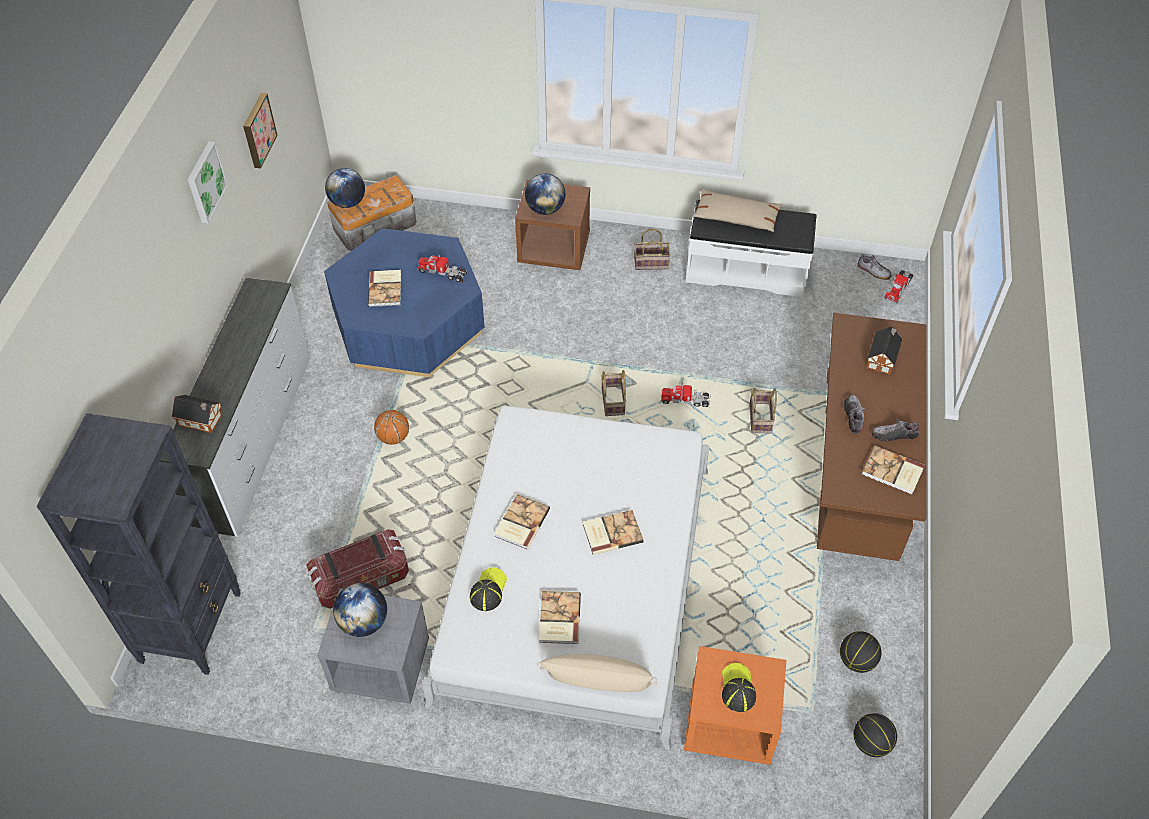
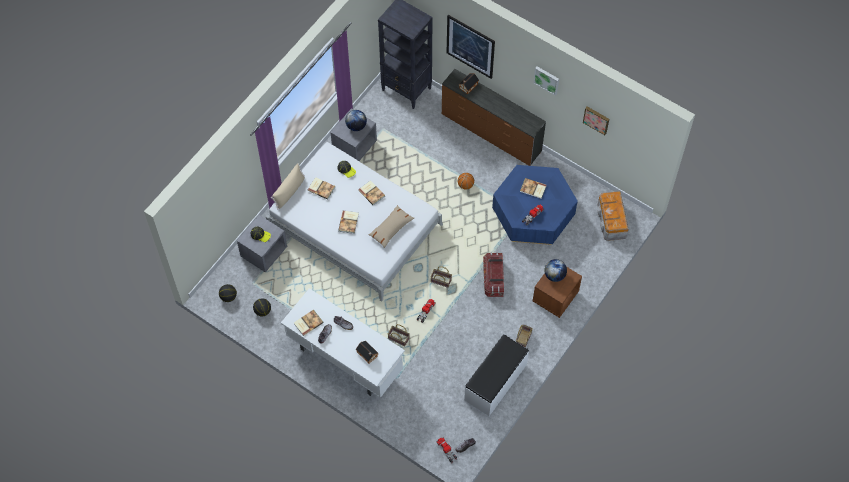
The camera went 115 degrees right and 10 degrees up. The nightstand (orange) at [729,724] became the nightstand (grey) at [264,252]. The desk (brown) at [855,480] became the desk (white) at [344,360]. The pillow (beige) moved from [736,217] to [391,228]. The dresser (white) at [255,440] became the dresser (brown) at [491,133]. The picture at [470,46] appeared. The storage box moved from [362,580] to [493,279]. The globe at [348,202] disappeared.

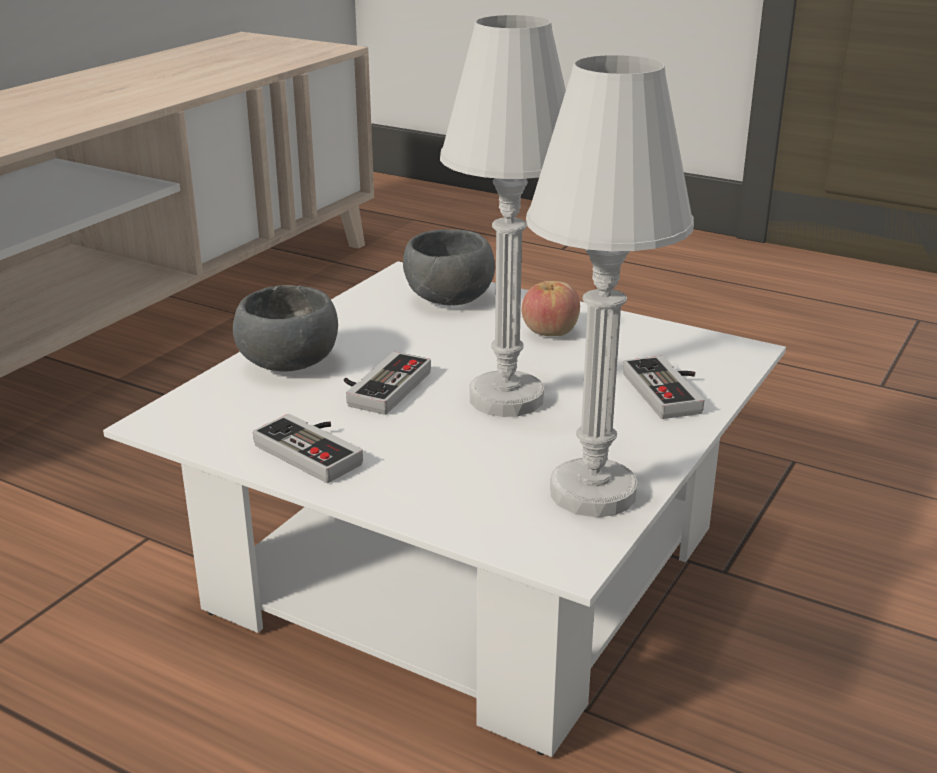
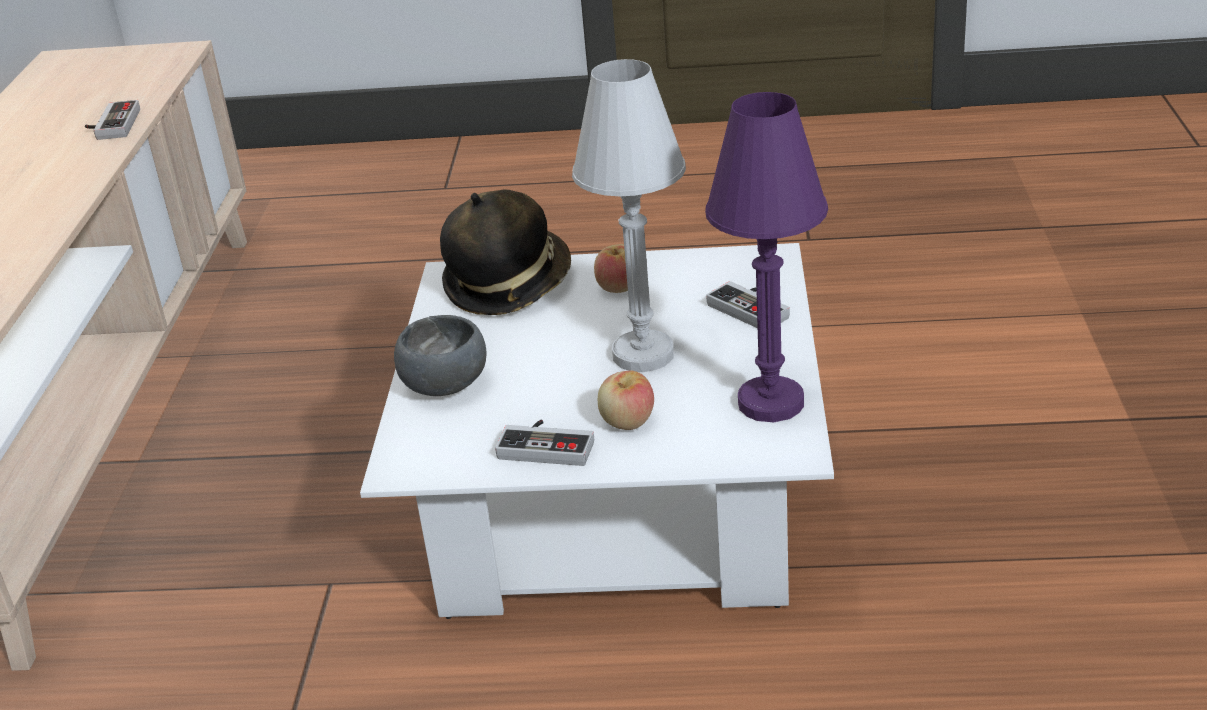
The camera went 25 degrees left and 5 degrees up. The game controller moved from [380,387] to [111,125]. The bowl (grey) at [446,298] was replaced by the hat at [508,285]. The apple at [627,422] appeared. The table lamp (white) at [592,492] became the table lamp (purple) at [770,403].

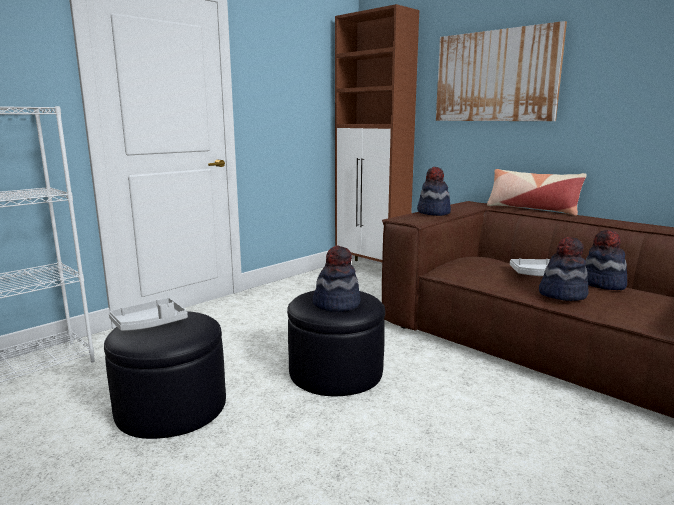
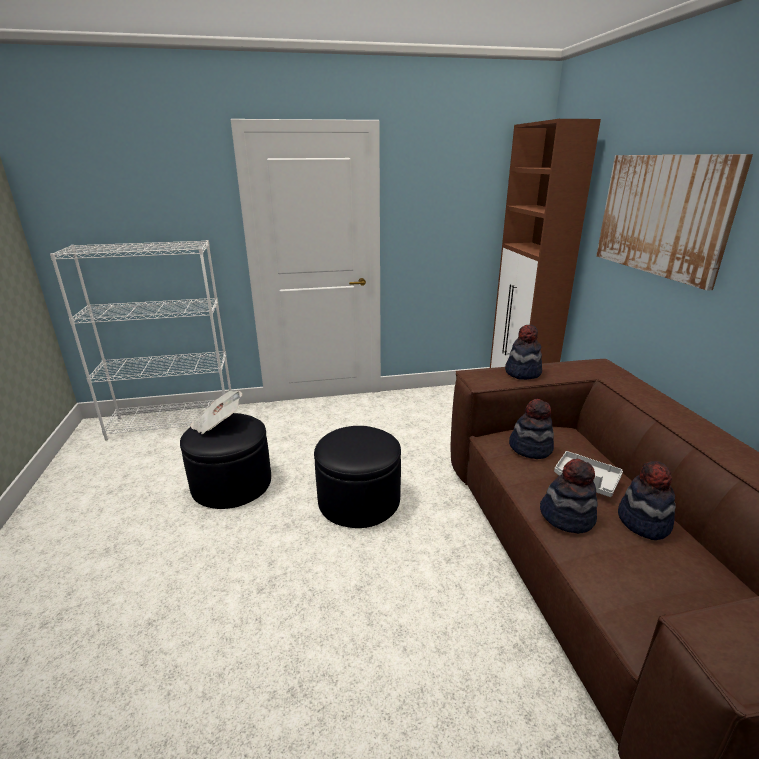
The camera went 35 degrees right and 10 degrees up. The tray (grey) at [150,324] was replaced by the newspaper at [218,424]. The hat moved from [336,304] to [530,448]. The pillow at [531,209] disappeared.

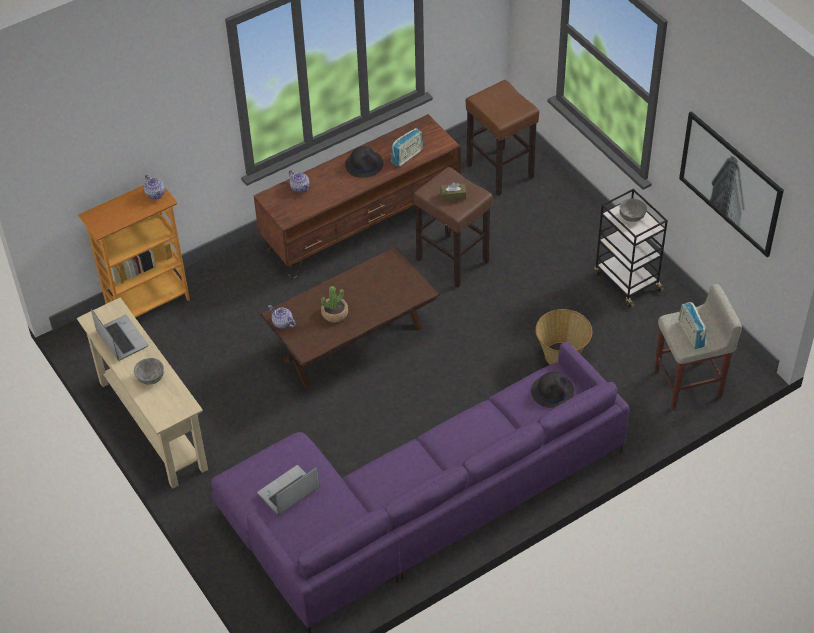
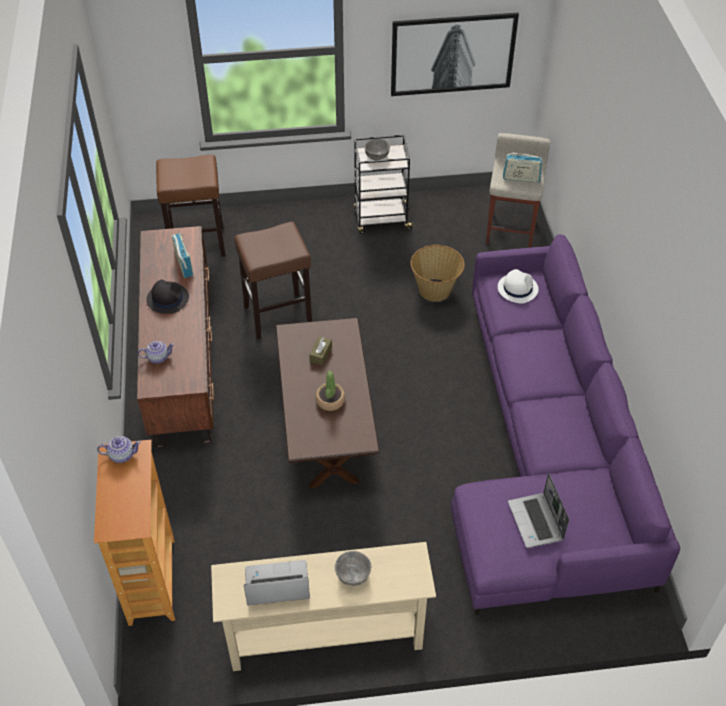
The camera went 65 degrees left and 0 degrees up. The tissue box (brown) moved from [453,196] to [321,354]. The hat (black) at [552,391] became the hat (white) at [517,288]. The teapot at [282,323] disappeared.

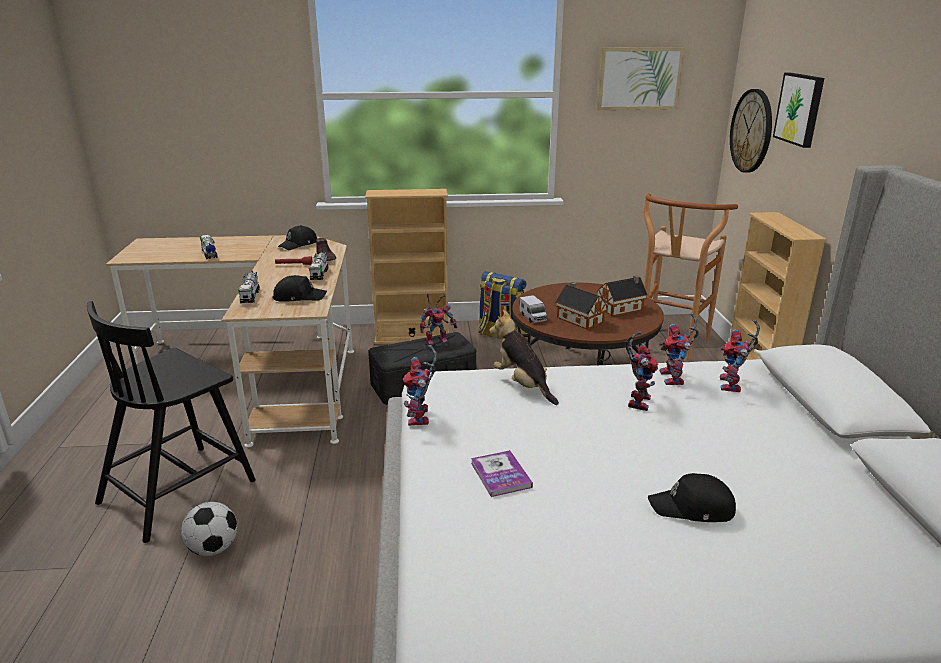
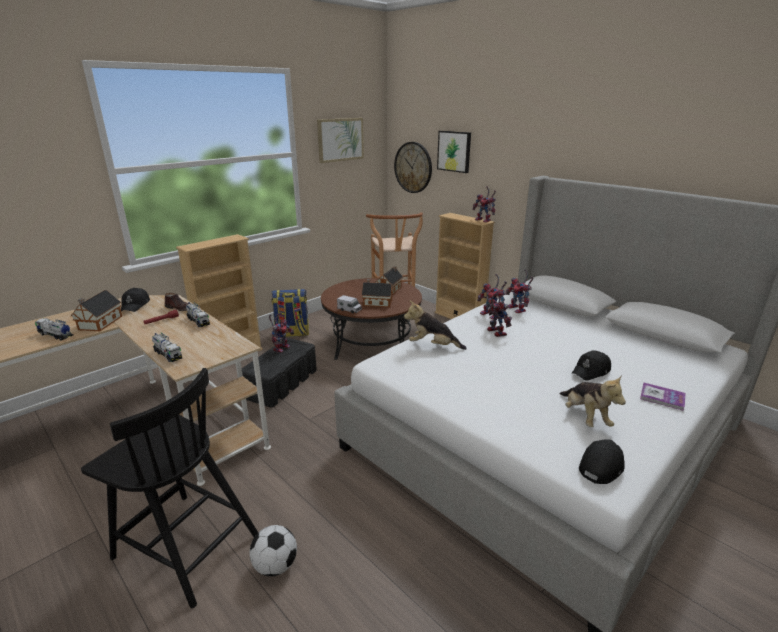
The camera went 40 degrees left and 0 degrees up. The toy house at [99,323] appeared. The chair (black) at [180,490] turned 60 degrees counterclockwise. The toy robot moved from [421,418] to [484,220]. The plush toy at [585,417] appeared. The cap (black) moved from [299,297] to [601,465]. The book moved from [500,475] to [662,397].

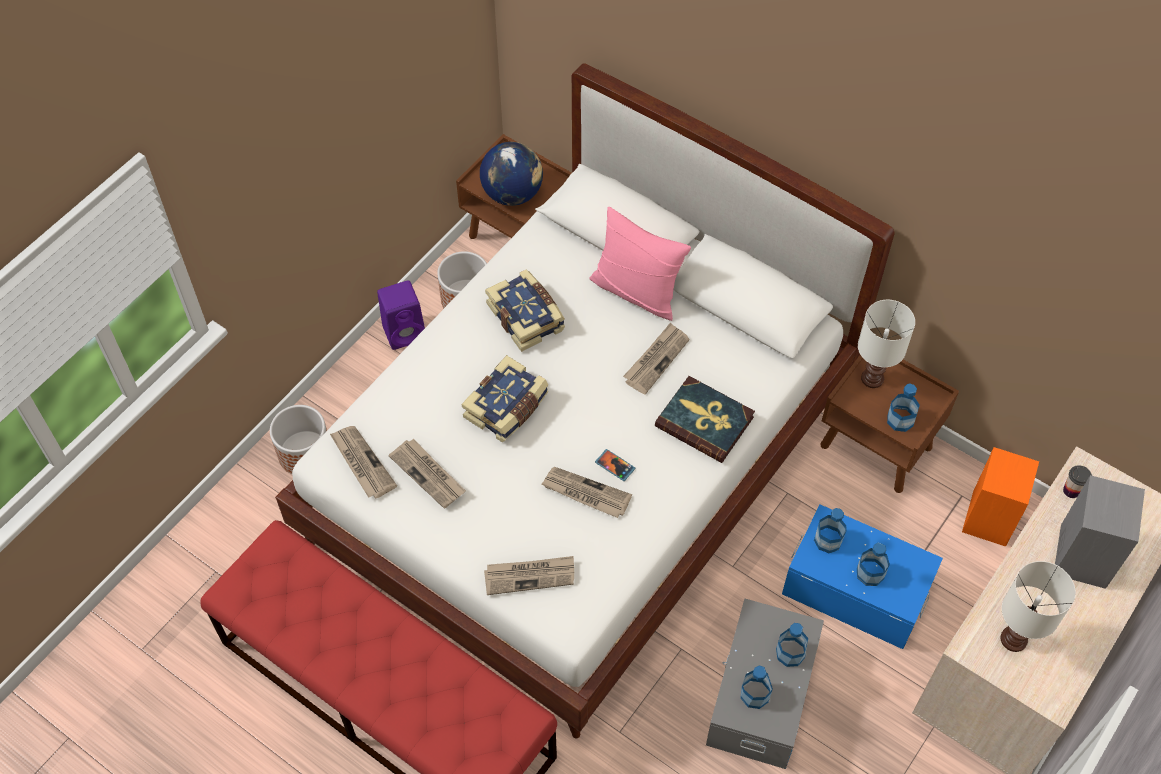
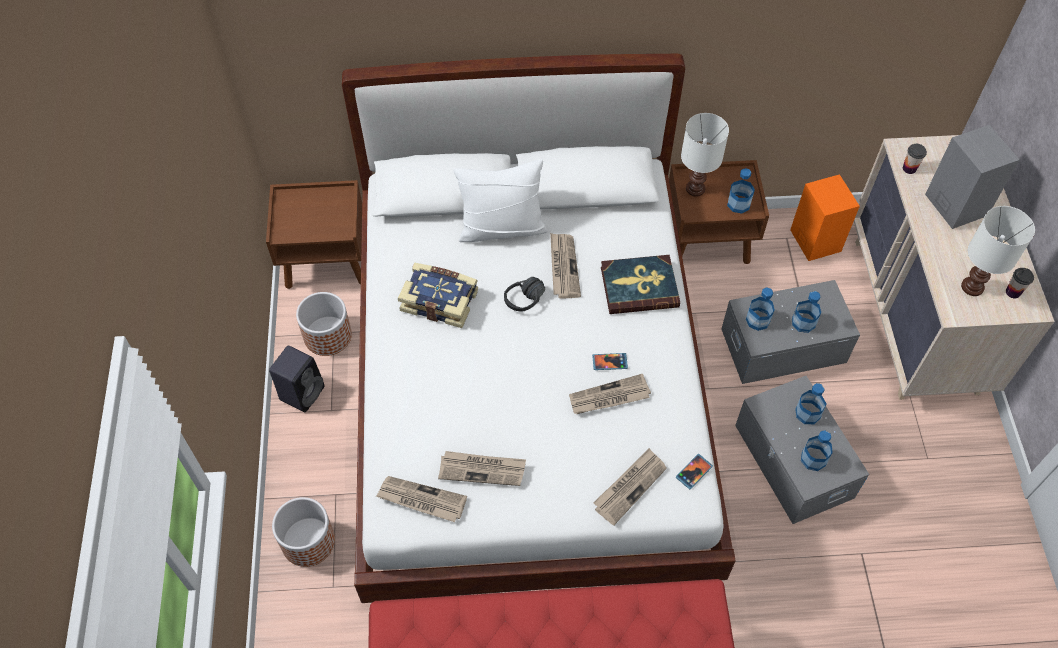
The camera went 40 degrees left and 0 degrees up. The speaker (purple) at [406,332] became the speaker (black) at [302,392]. The pillow (pink) at [636,291] became the pillow (white) at [502,228]. The headphones (black) at [529,303] appeared. The phone at [694,472] appeared. The storage box (blue) at [856,588] became the storage box (grey) at [782,344]. The cup at [1013,292] appeared. The book at [507,407] disappeared. The globe at [512,193] disappeared.

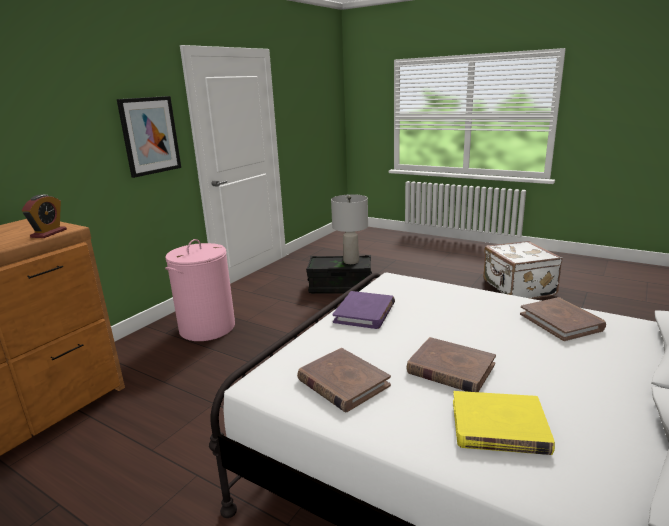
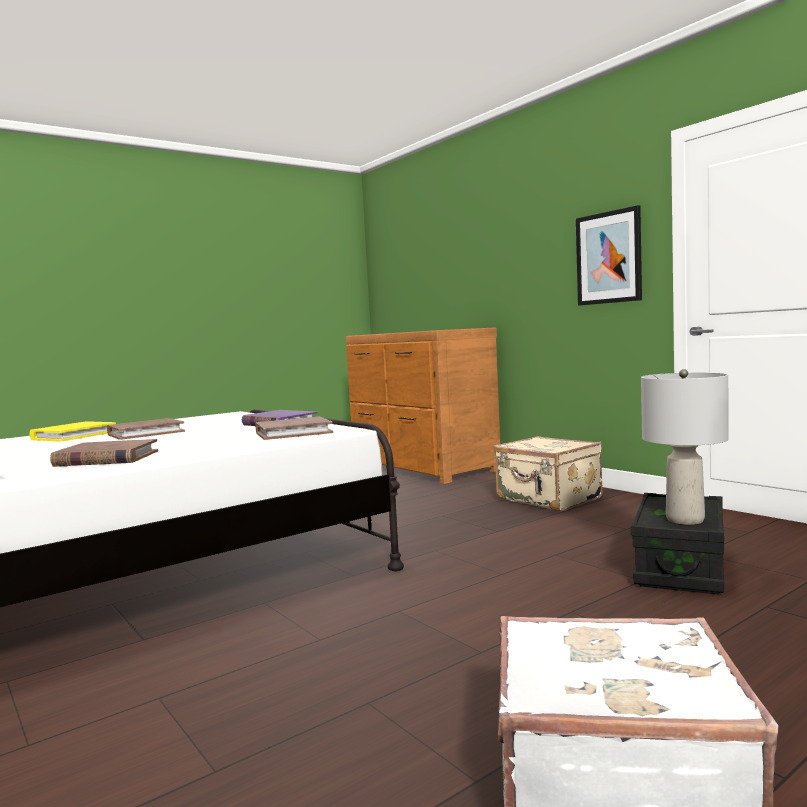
The camera went 110 degrees right and 15 degrees down. The book (brown) moved from [342,383] to [293,432]. The laundry basket (pink) at [207,328] was replaced by the suitcase (beige) at [548,499]. The alarm clock at [49,233] disappeared.

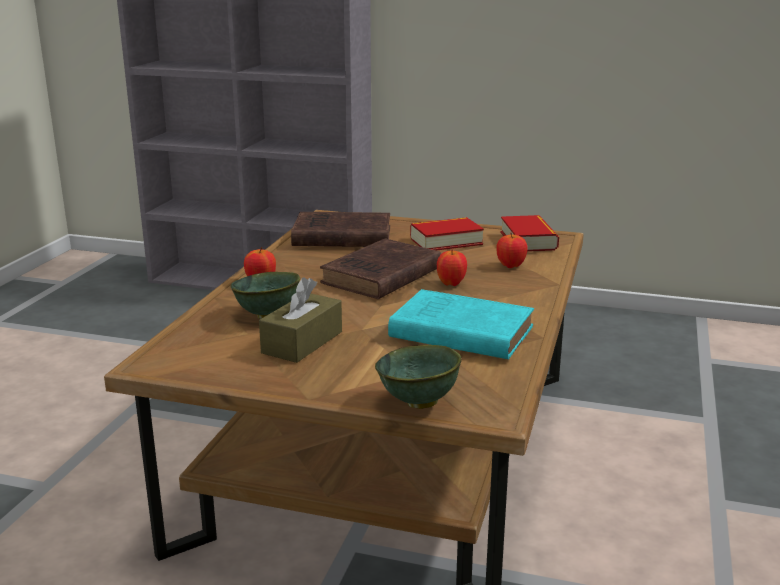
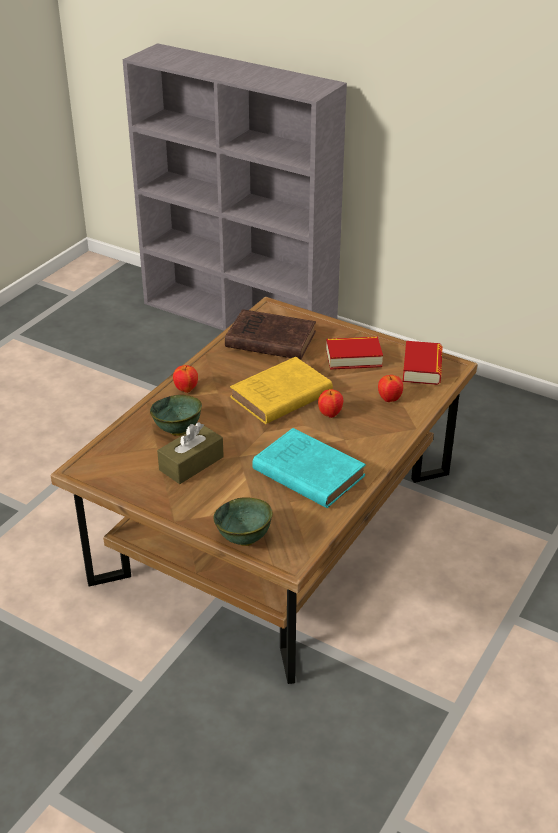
The camera went 15 degrees right and 15 degrees up. The book (brown) at [380,276] became the book (yellow) at [279,396].

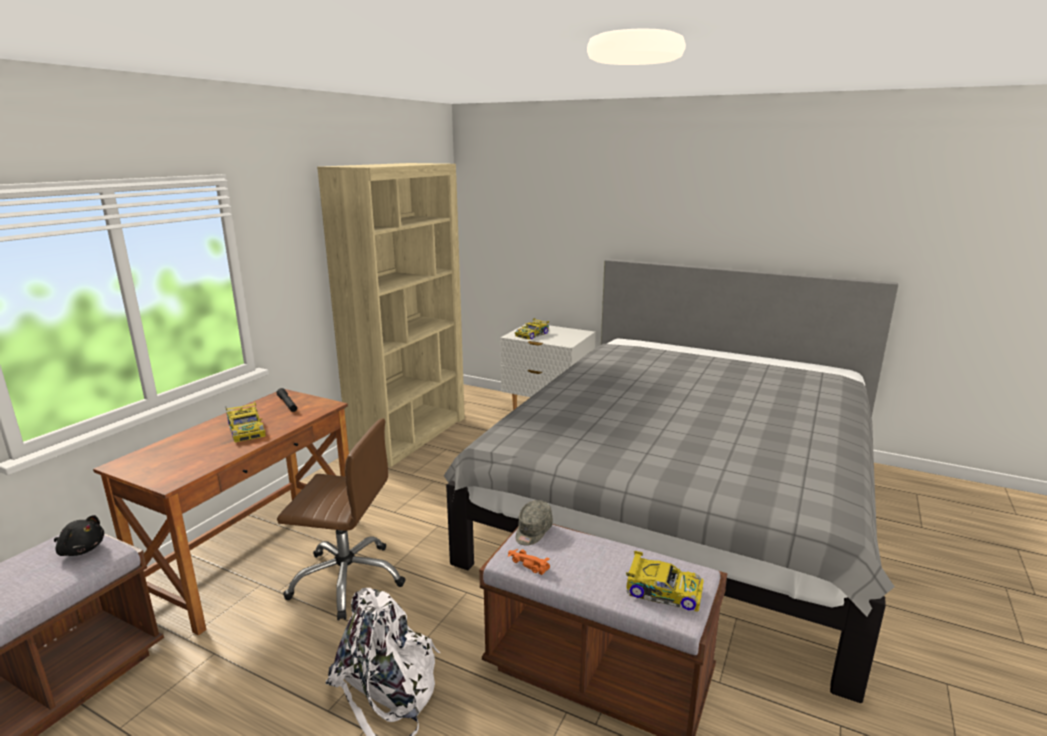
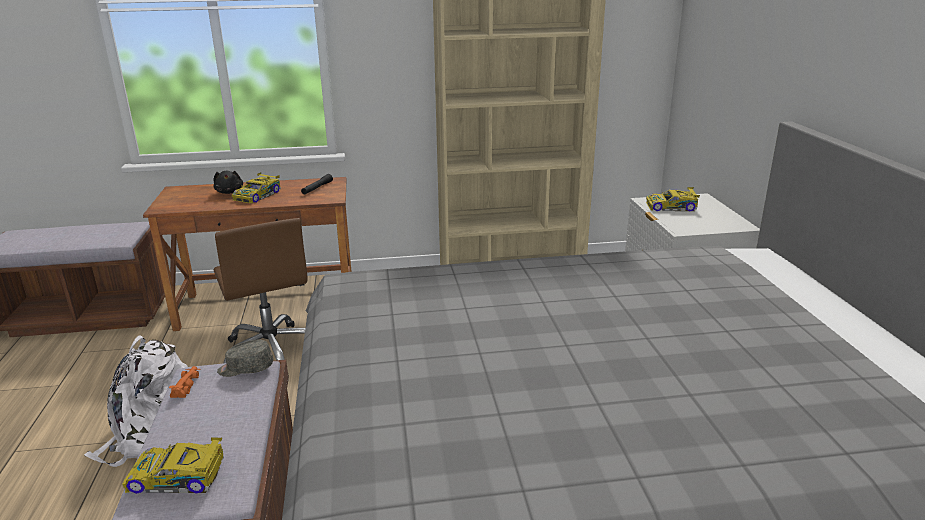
The camera went 55 degrees right and 5 degrees up. The toy car at [662,590] turned 105 degrees clockwise. The plush toy (black) moved from [81,549] to [229,192].

